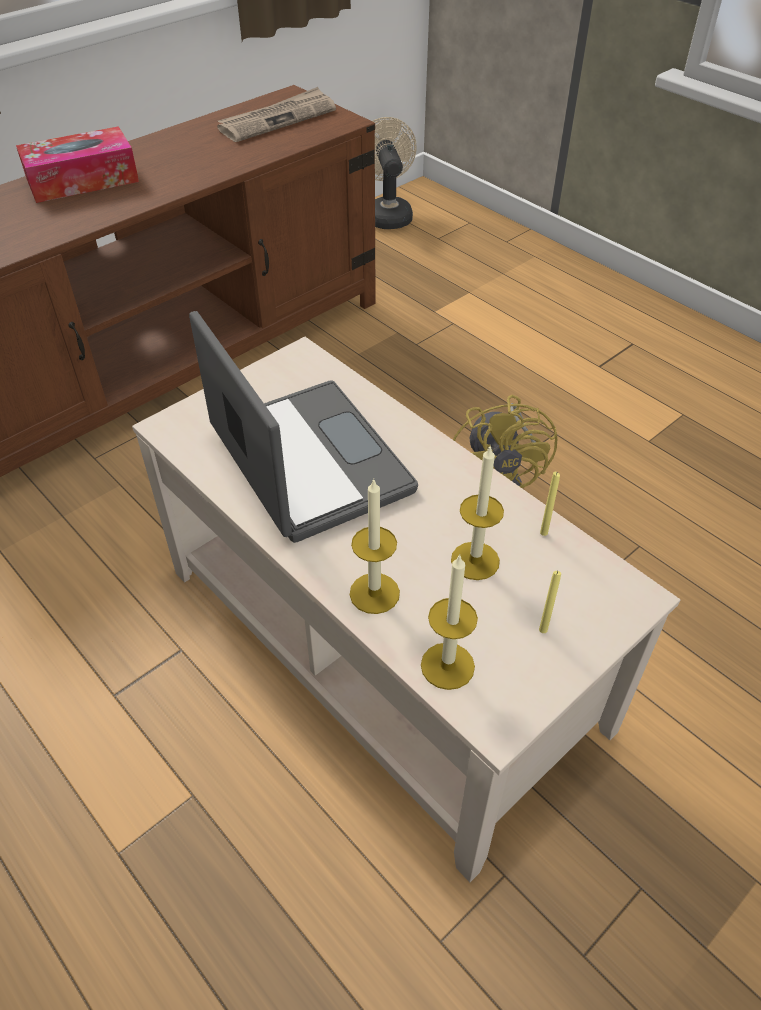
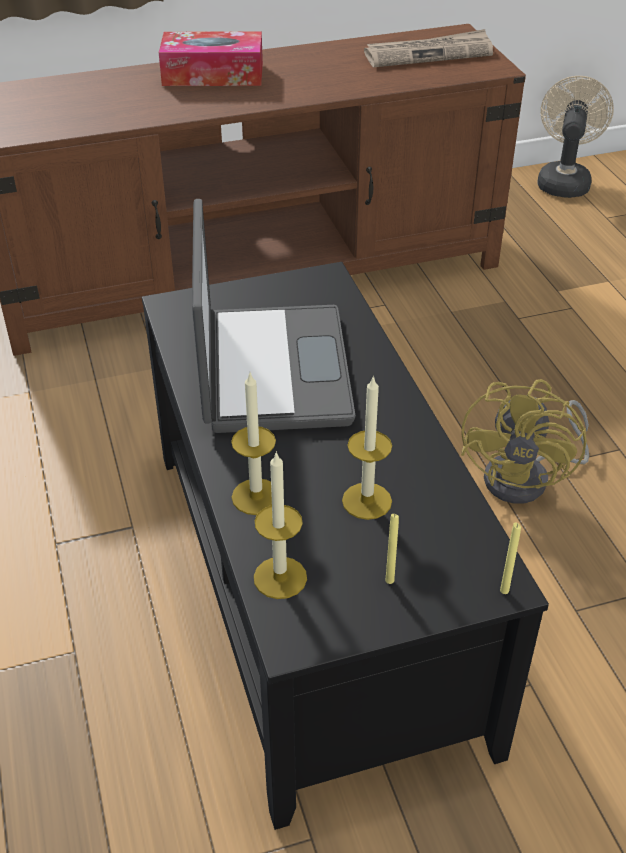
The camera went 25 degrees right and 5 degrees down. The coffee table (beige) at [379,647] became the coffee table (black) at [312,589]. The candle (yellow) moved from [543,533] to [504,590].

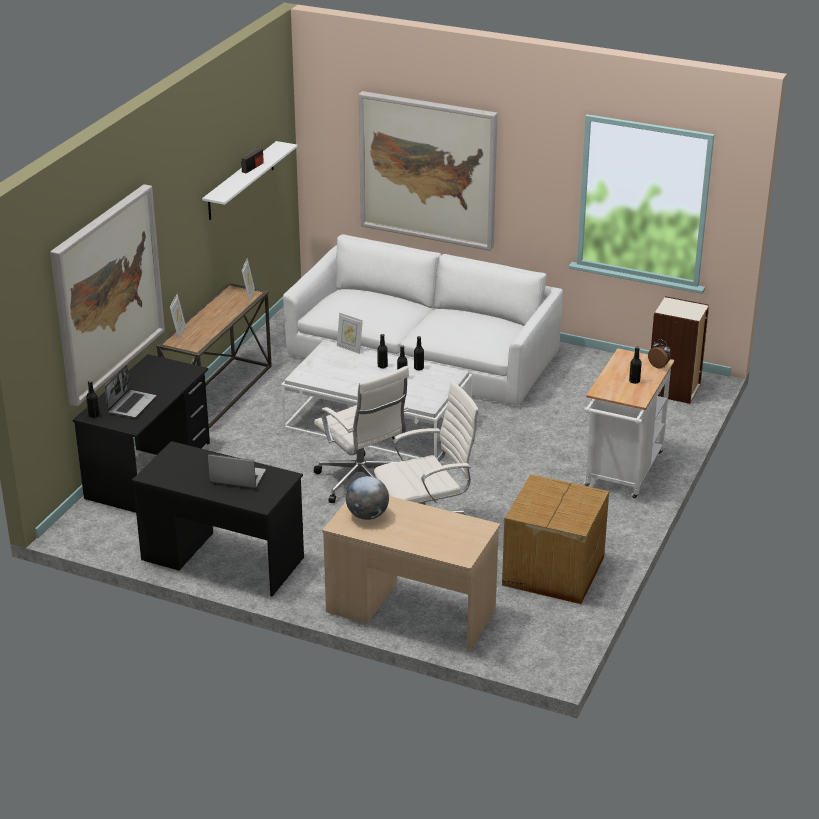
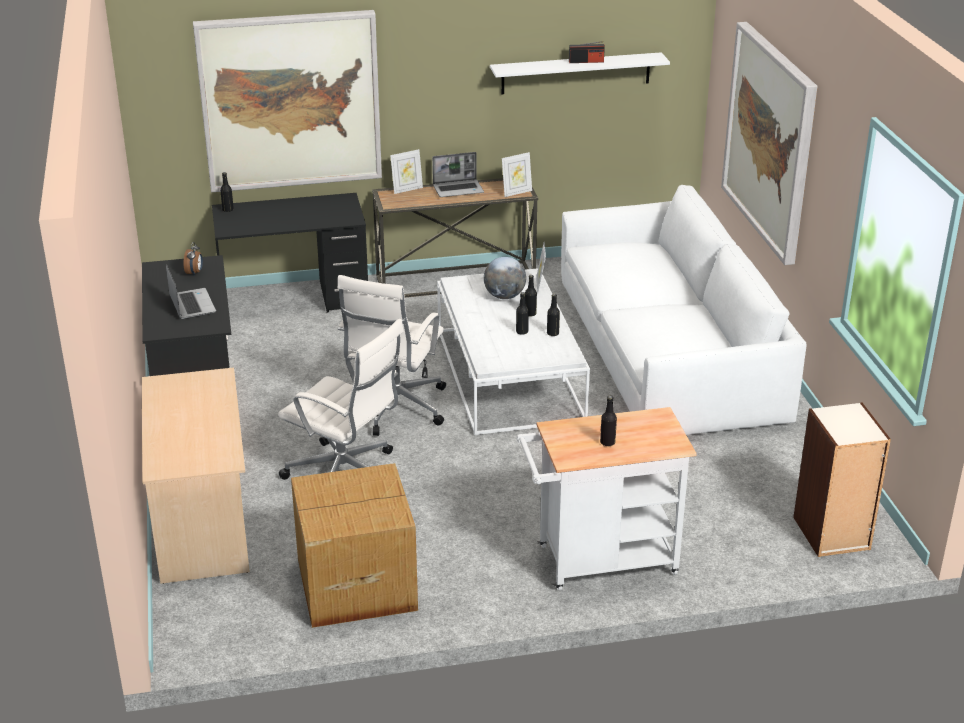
The camera went 55 degrees right and 0 degrees up. The alarm clock moved from [659,365] to [195,272]. The laptop moved from [131,404] to [458,189]. The globe moved from [367,515] to [504,296].

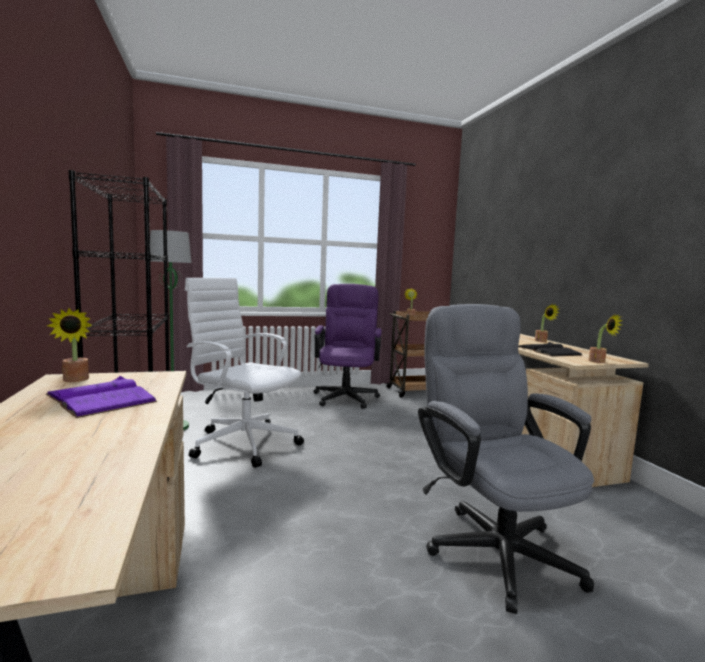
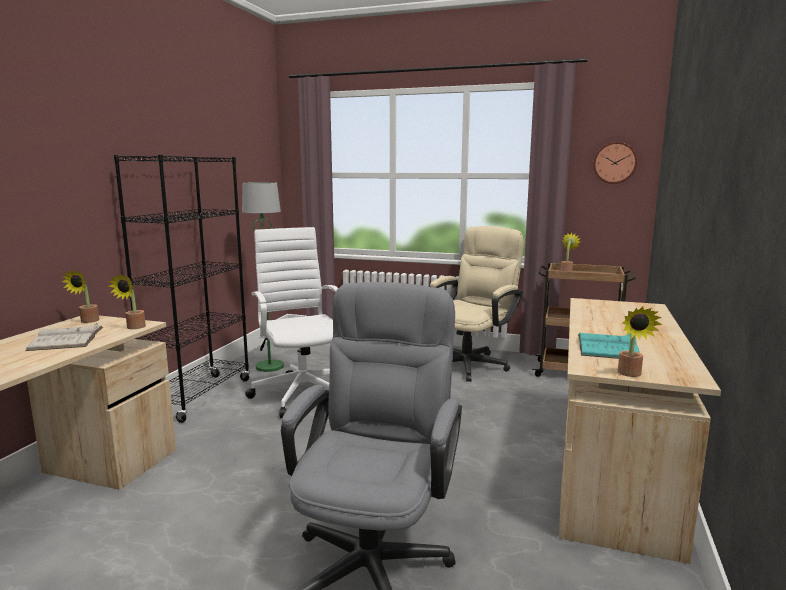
The camera went 35 degrees right and 5 degrees up. The book (purple) at [101,398] became the book (white) at [66,338]. The potted plant moved from [542,341] to [133,328]. The office chair (purple) at [346,396] became the office chair (beige) at [471,363]. The book (black) at [548,351] became the book (turquoise) at [607,346]. The wall clock at [614,163] appeared.

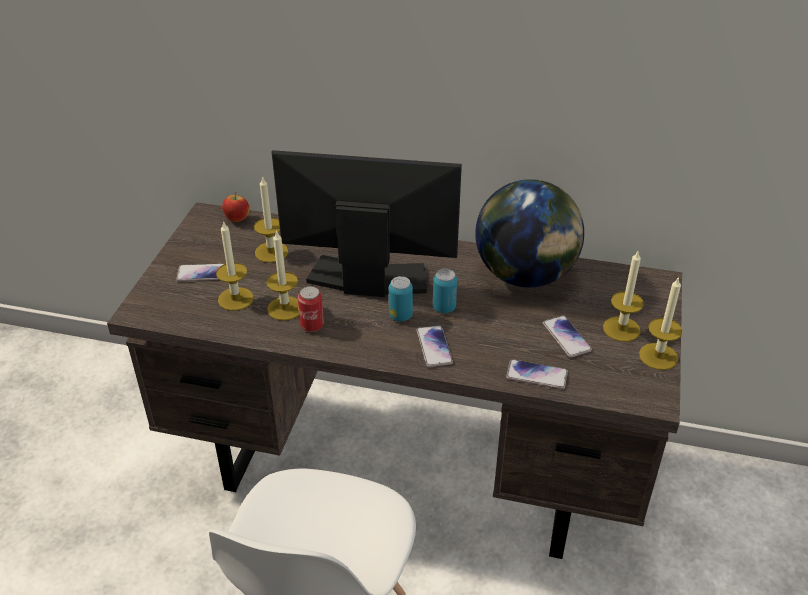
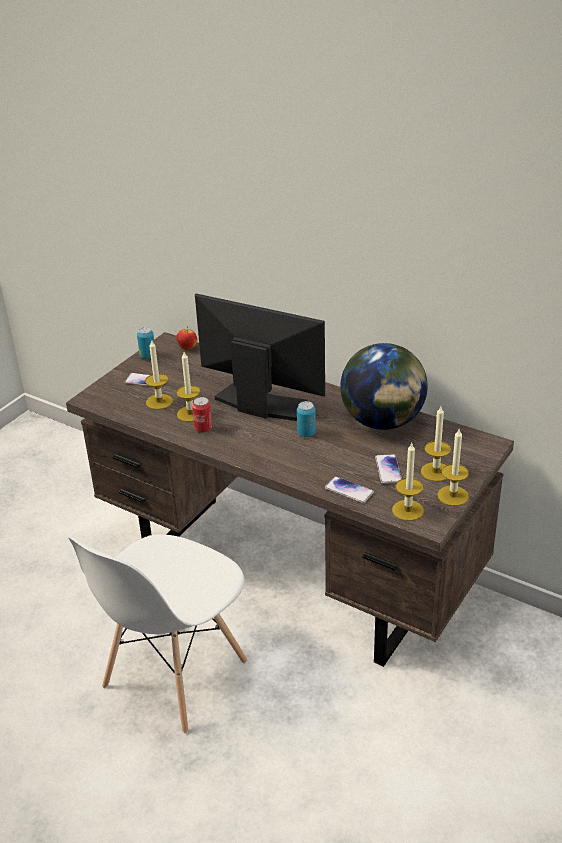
The camera went 20 degrees right and 5 degrees down. The can moved from [400,316] to [148,356]. The candle moved from [271,252] to [407,510]. The phone at [434,347] disappeared.

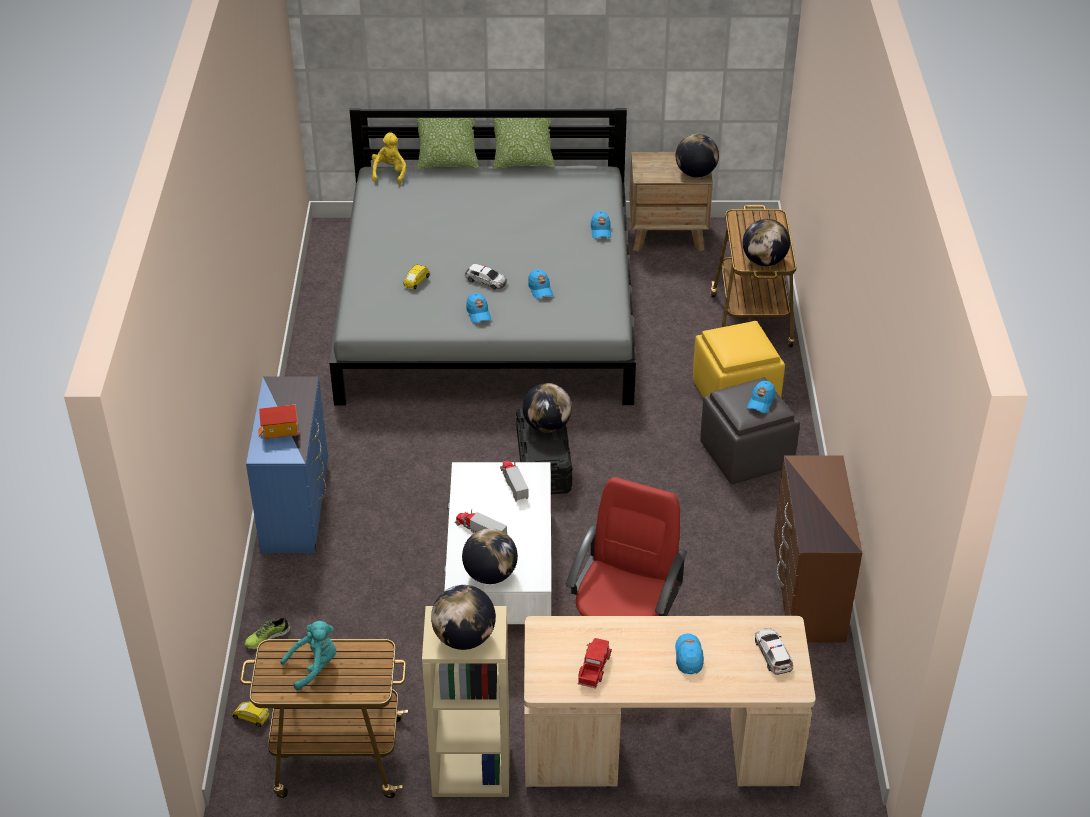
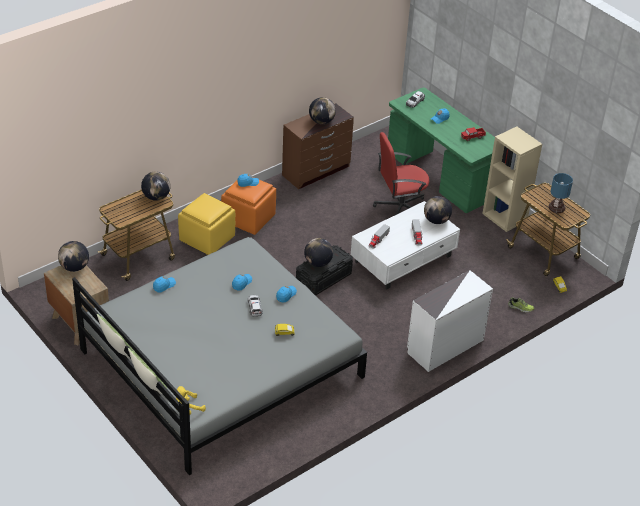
The camera went 130 degrees left and 0 degrees up. The ottoman (grey) at [745,455] became the ottoman (orange) at [248,219]. The globe moved from [464,638] to [321,121]. The desk (beige) at [660,753] became the desk (green) at [440,176]. The dresser (blue) at [296,507] became the dresser (white) at [444,346]. The plush toy (turquoise) at [314,666] was replaced by the table lamp at [556,208]. The toy house at [280,432] disappeared.

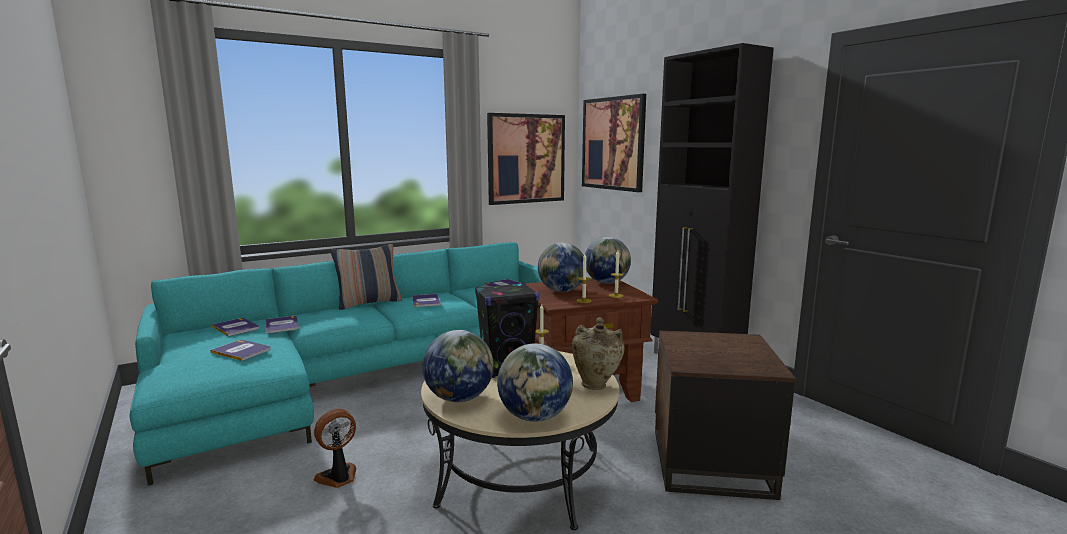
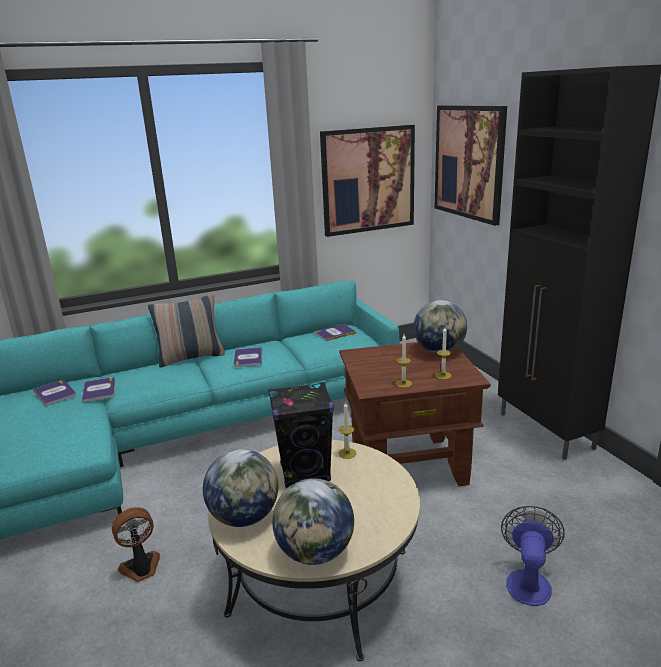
The camera went 10 degrees right and 10 degrees up. The side table (brown) at [709,462] was replaced by the fan at [528,580]. The book at [241,351] disappeared. The globe at [561,291] disappeared. The vase (beige) at [596,385] disappeared.

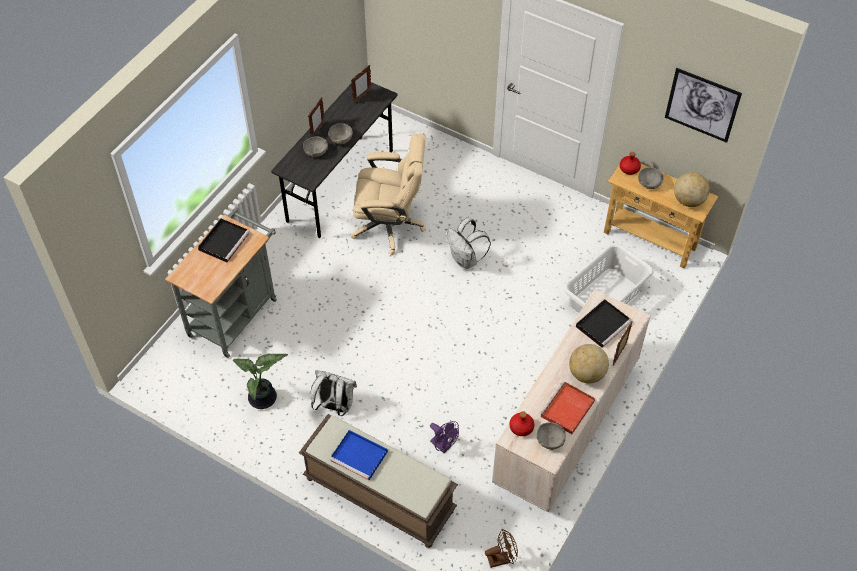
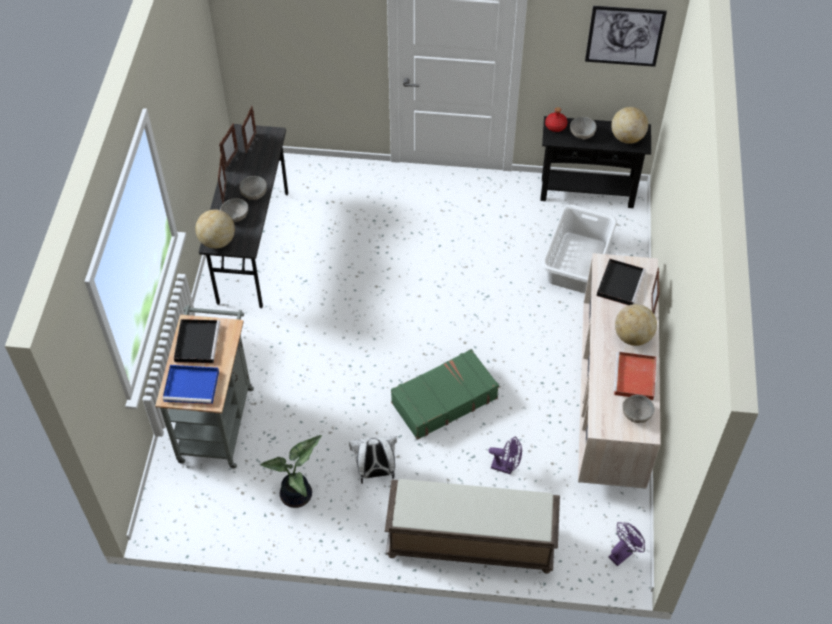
The camera went 25 degrees left and 0 degrees up. The tray (blue) moved from [360,456] to [192,386]. The globe at [217,241] appeared. The picture frame at [231,160] appeared. The suitcase (green) at [443,400] appeared. The console table (beige) at [650,240] became the console table (black) at [587,192]. The fan (brown) at [502,558] became the fan (purple) at [623,552]. The office chair (beige) at [390,225] disappeared. The backpack (white) at [465,260] disappeared. The bottle (red) at [521,427] disappeared.

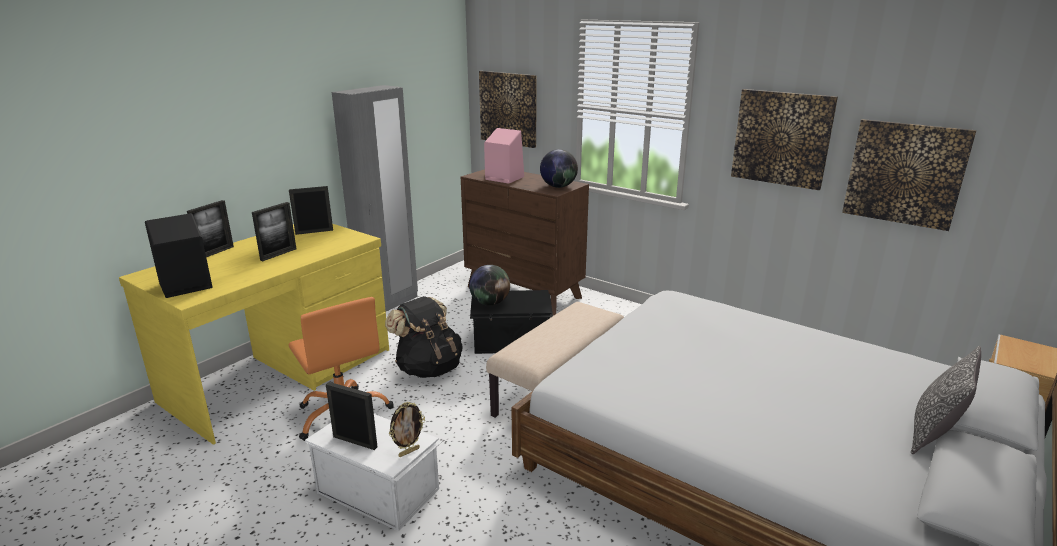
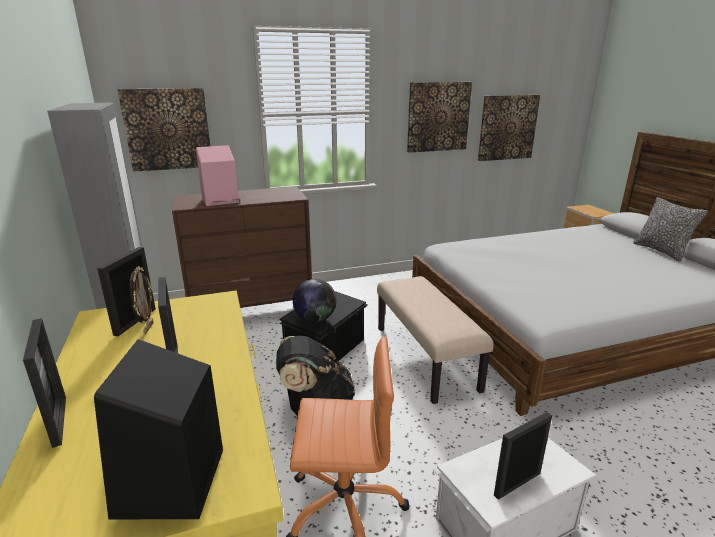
The camera went 55 degrees left and 0 degrees up. The picture frame moved from [409,452] to [147,328]. The globe at [558,186] disappeared.

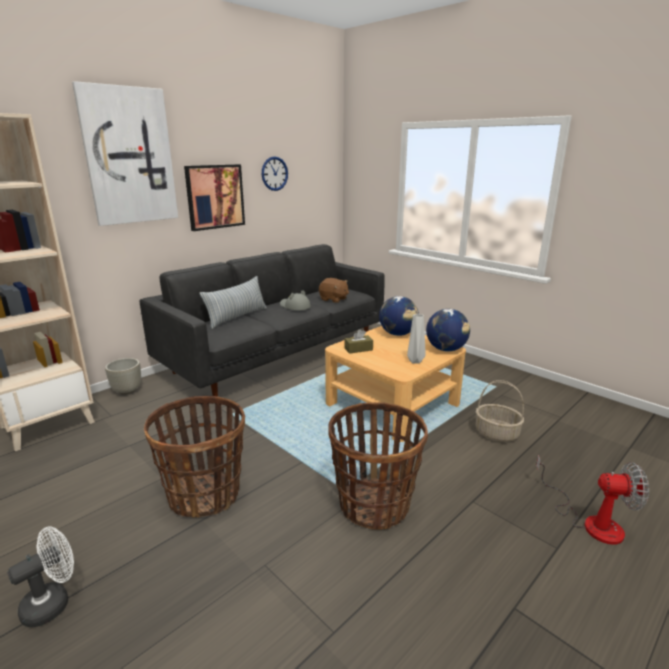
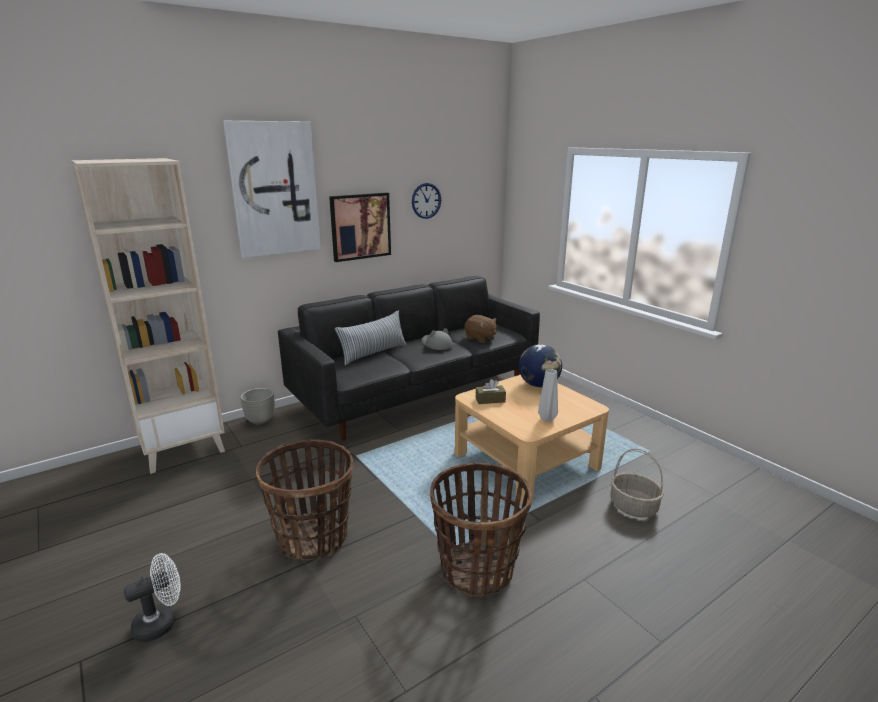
The camera went 10 degrees right and 0 degrees up. The globe at [446,349] disappeared. The fan at [591,521] disappeared.

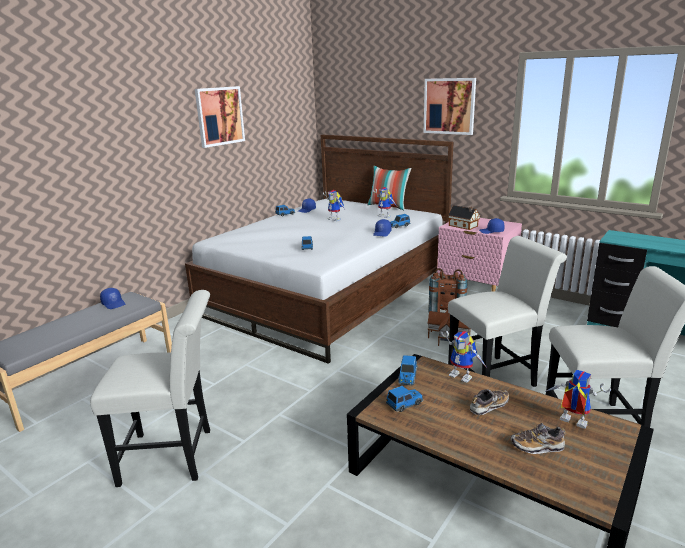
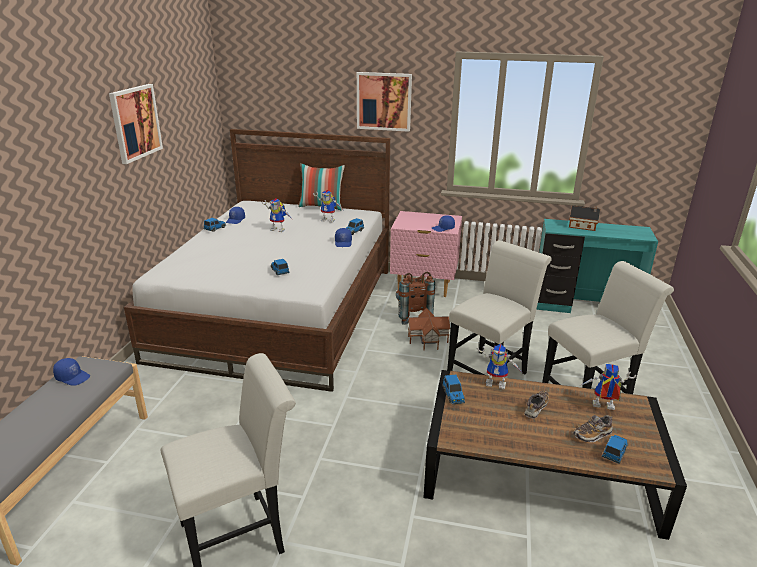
The camera went 25 degrees left and 5 degrees up. The toy house moved from [464,226] to [583,226]. The toy car moved from [405,404] to [614,452].

